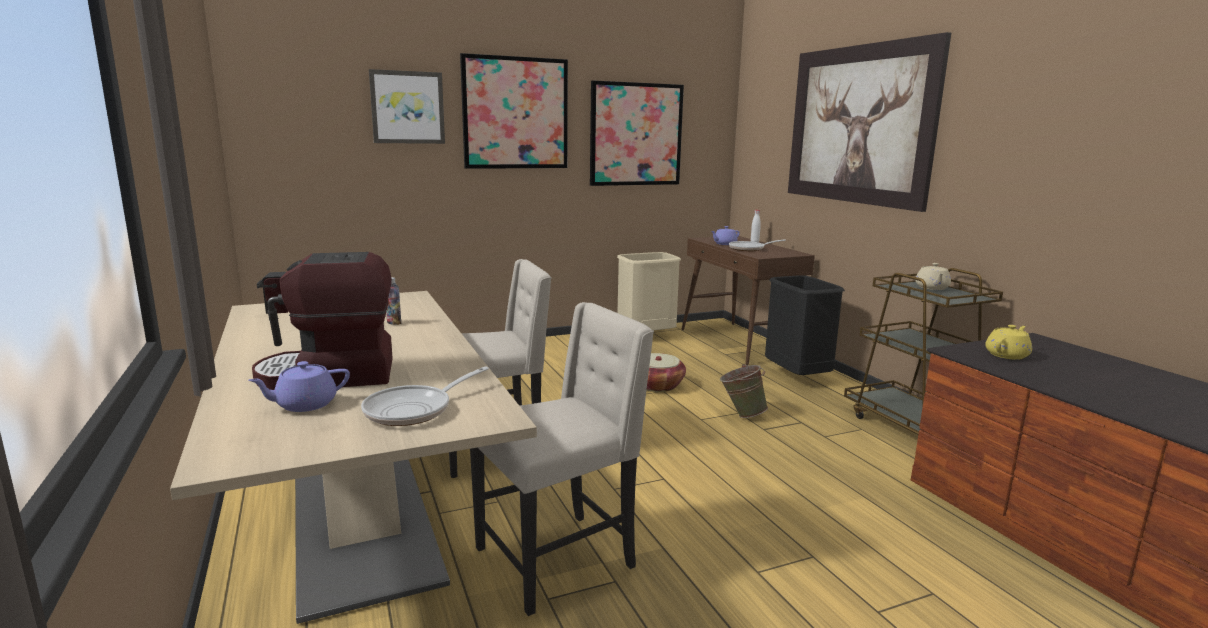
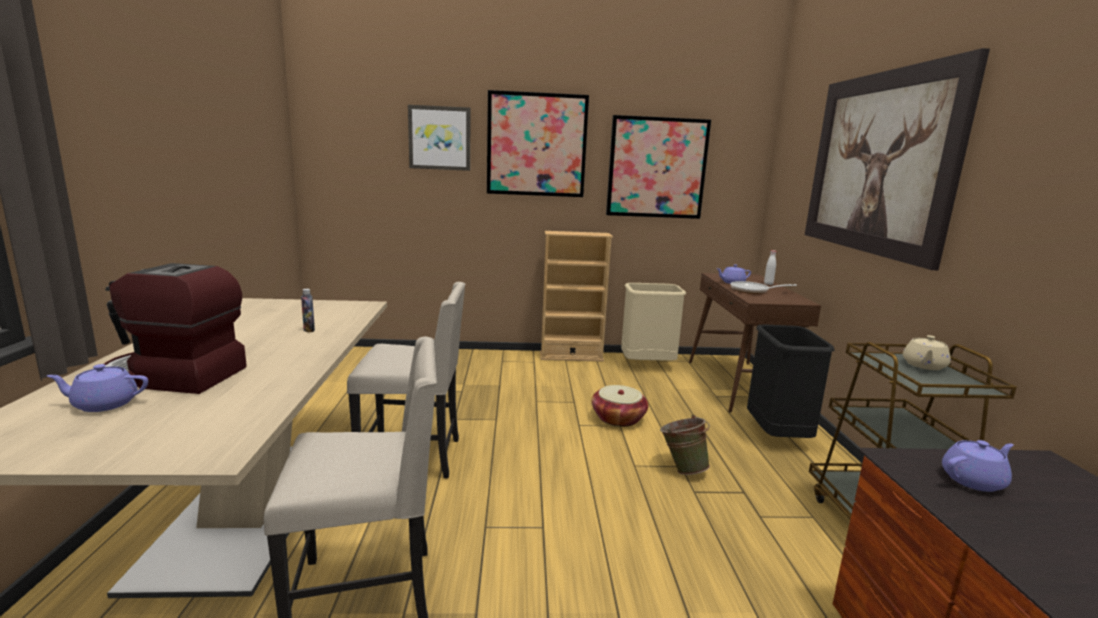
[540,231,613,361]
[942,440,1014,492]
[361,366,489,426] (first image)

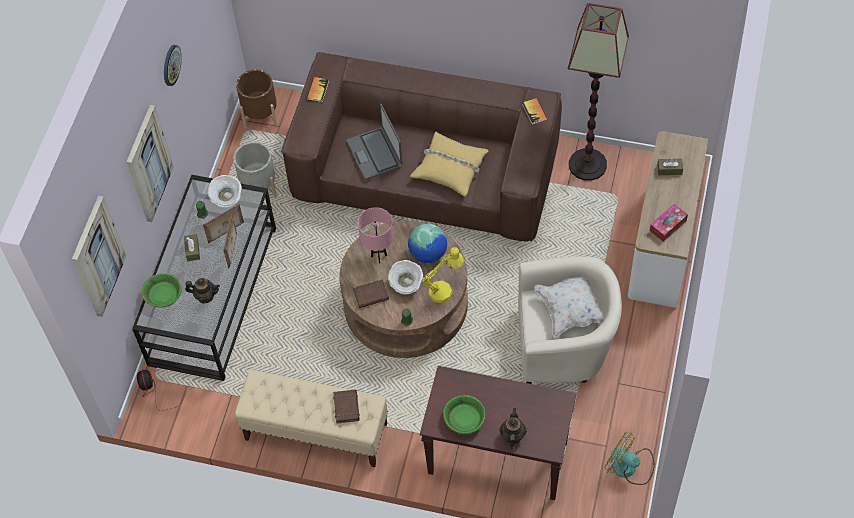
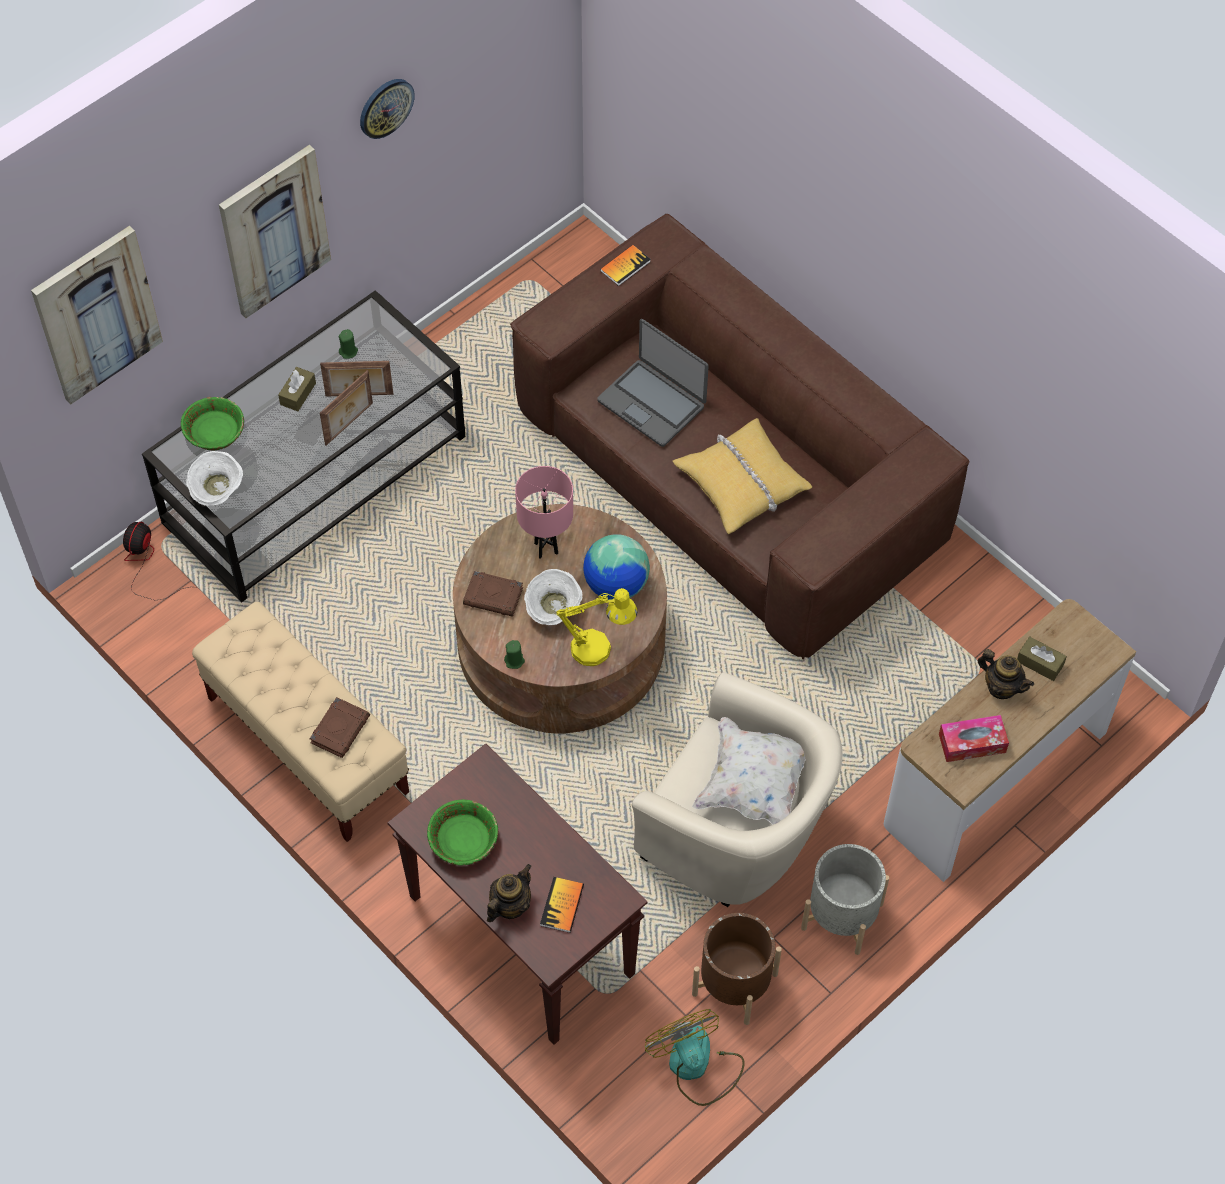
[186,451,243,506]
[540,877,584,933]
[597,319,709,447]
[692,913,782,1025]
[801,844,889,955]
[978,649,1034,699]
[568,3,629,181] (first image)

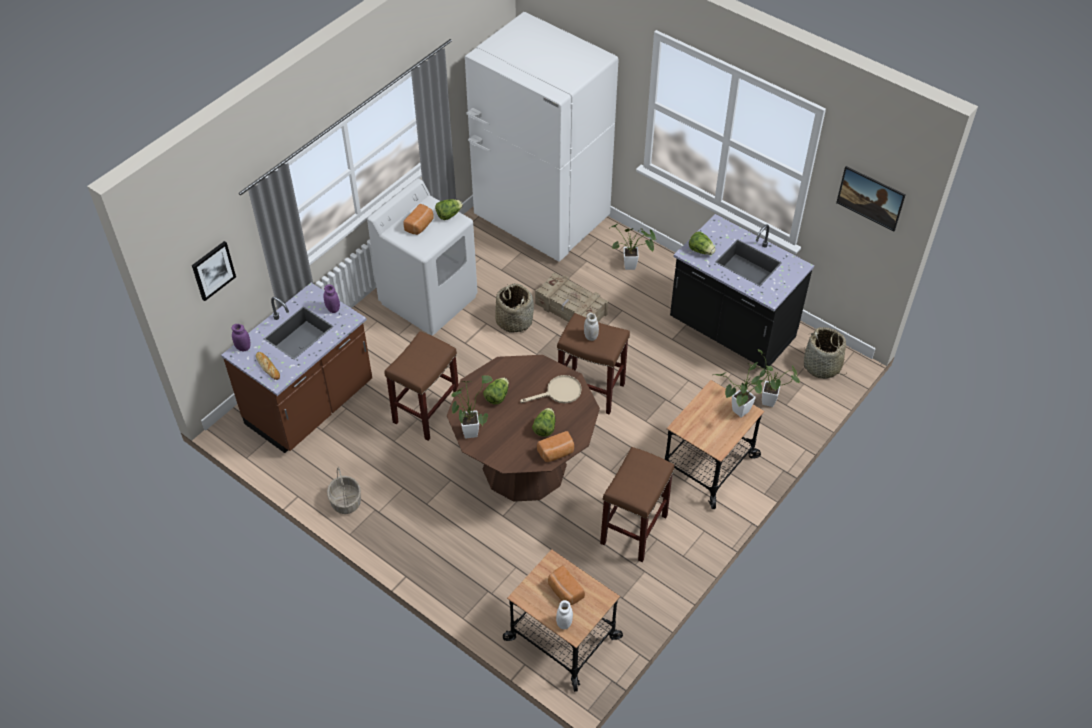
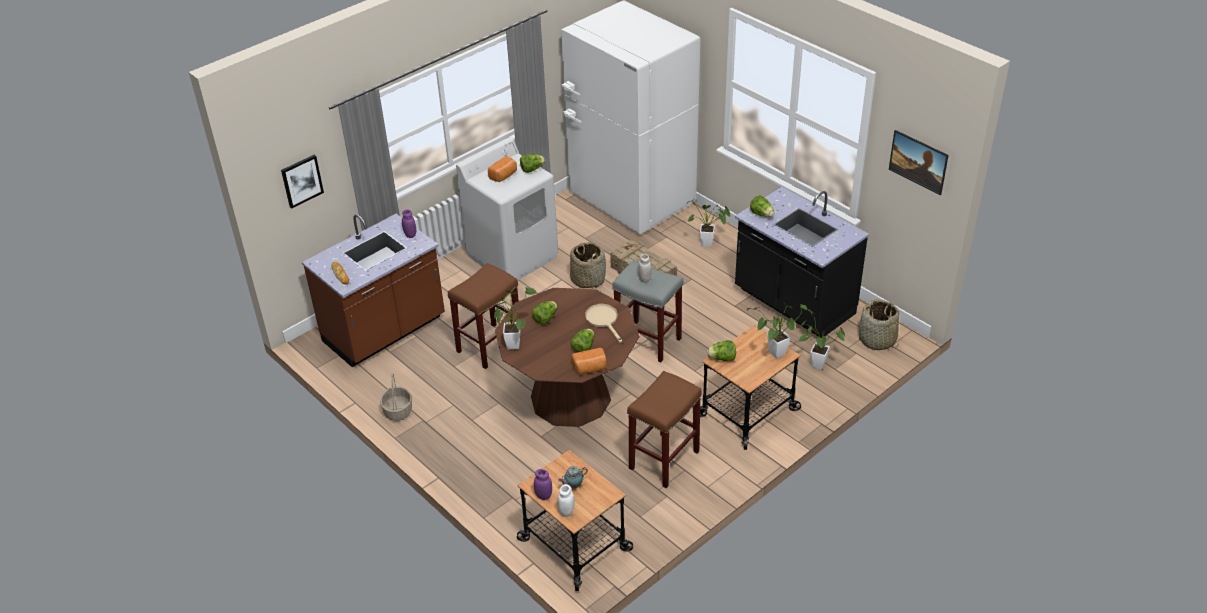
[534,469,552,500]
[558,466,588,489]
[585,304,622,343]
[612,260,683,362]
[707,340,736,361]

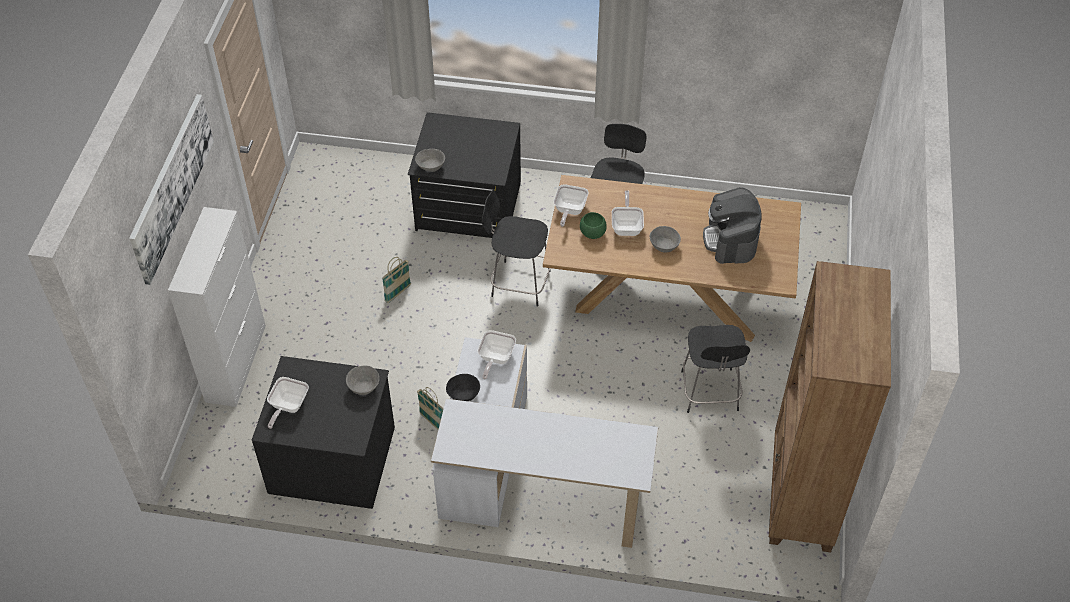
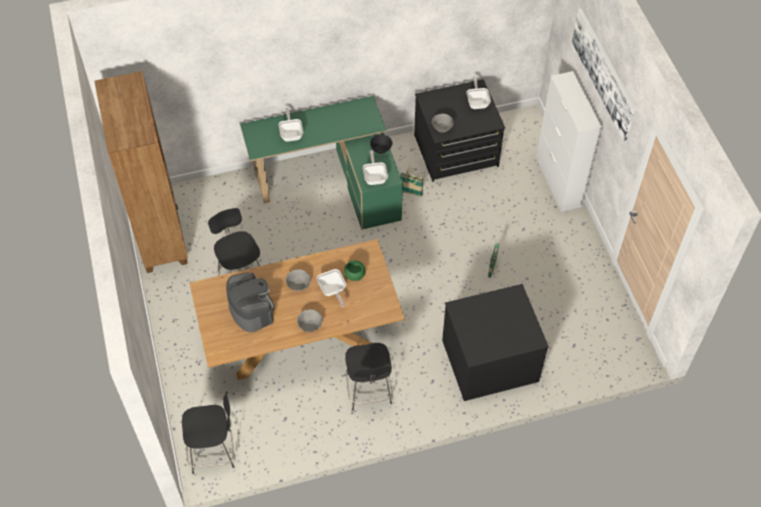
[182,391,234,474]
[240,96,403,230]
[279,108,303,142]
[297,310,323,332]

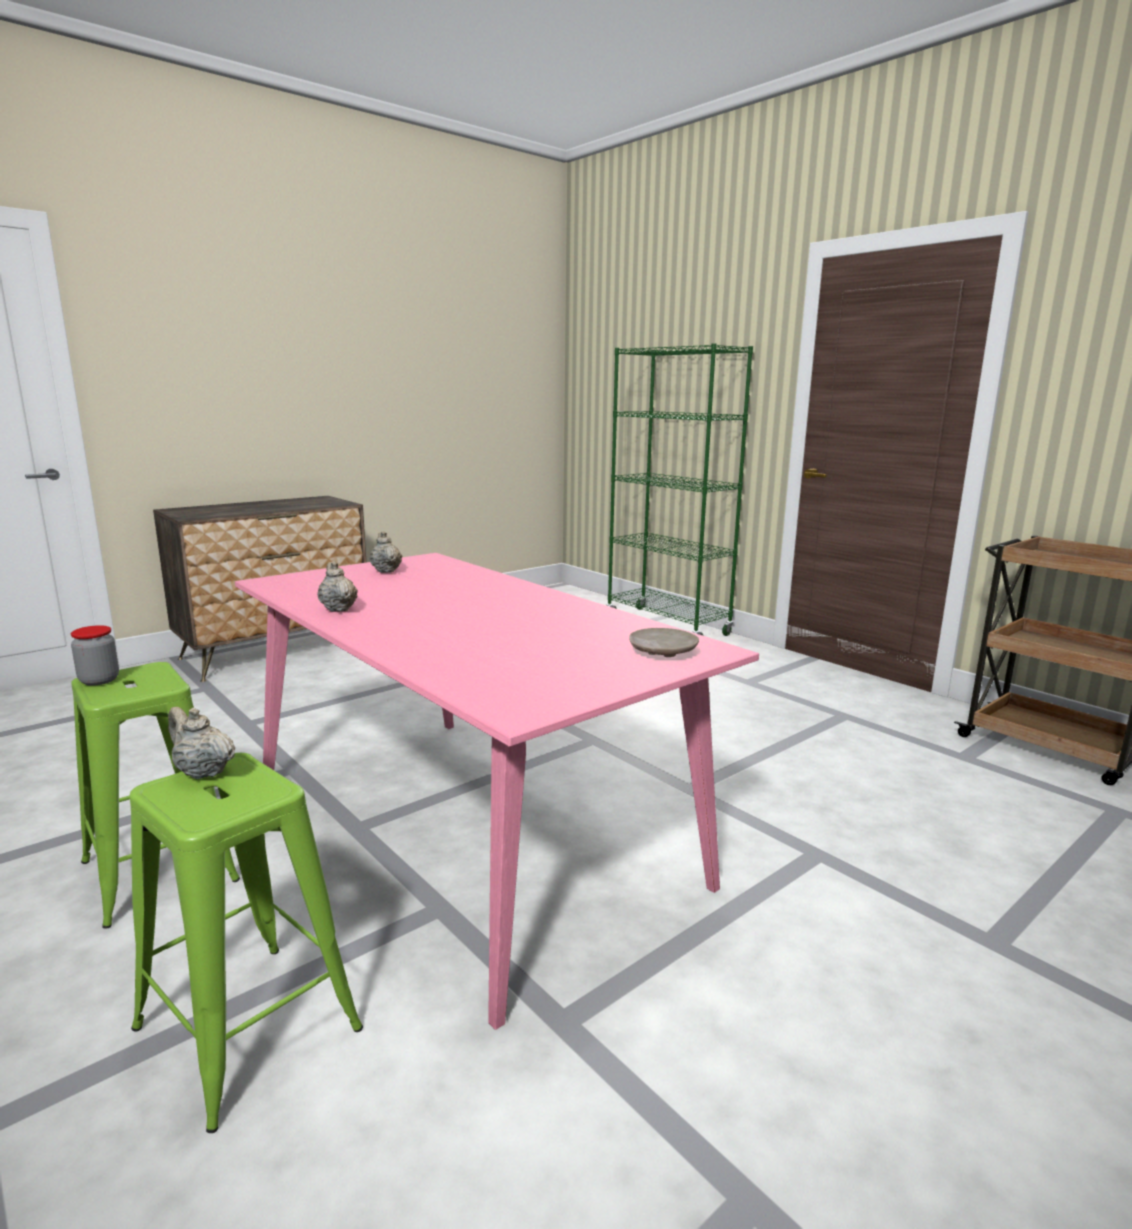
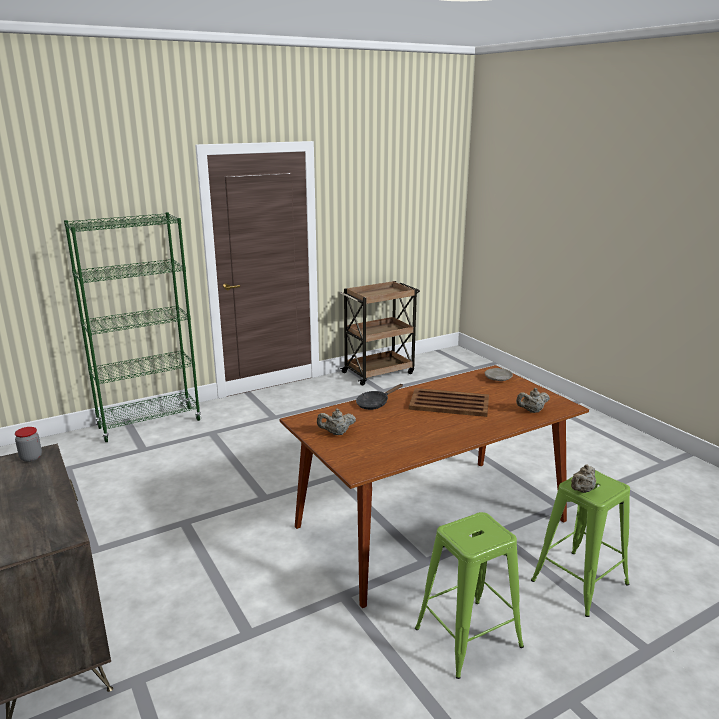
[15,427,42,462]
[280,365,589,608]
[356,384,403,410]
[409,388,489,417]
[516,388,550,413]

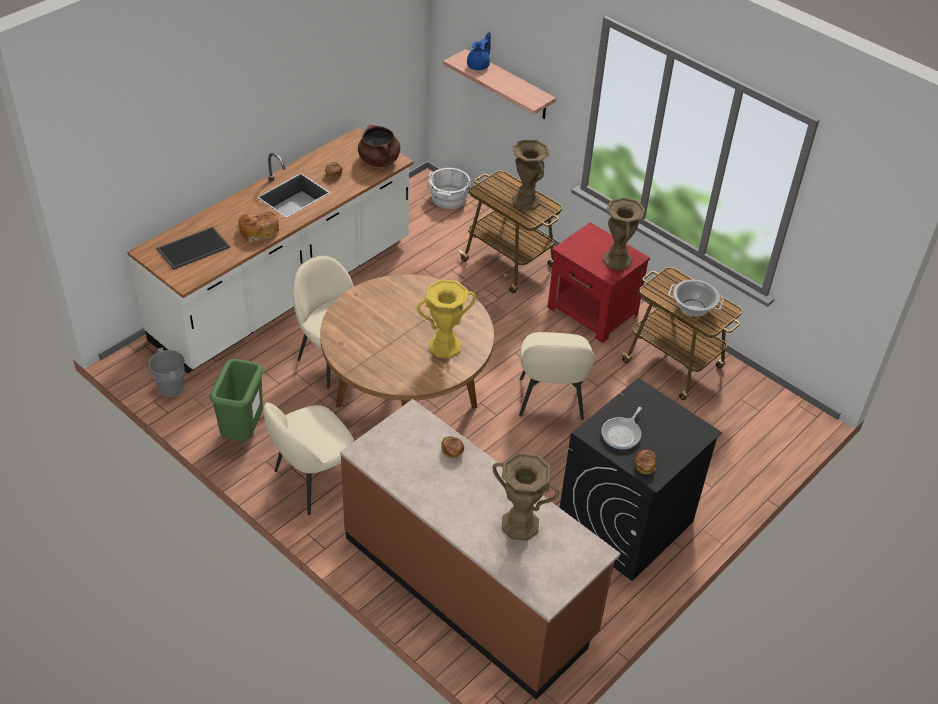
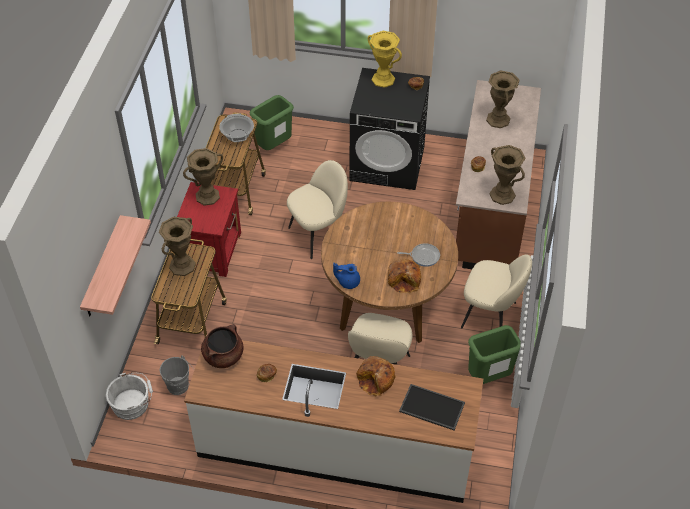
[160,355,194,395]
[250,95,294,150]
[333,263,360,289]
[368,31,402,88]
[388,259,421,293]
[397,243,440,267]
[490,145,526,205]

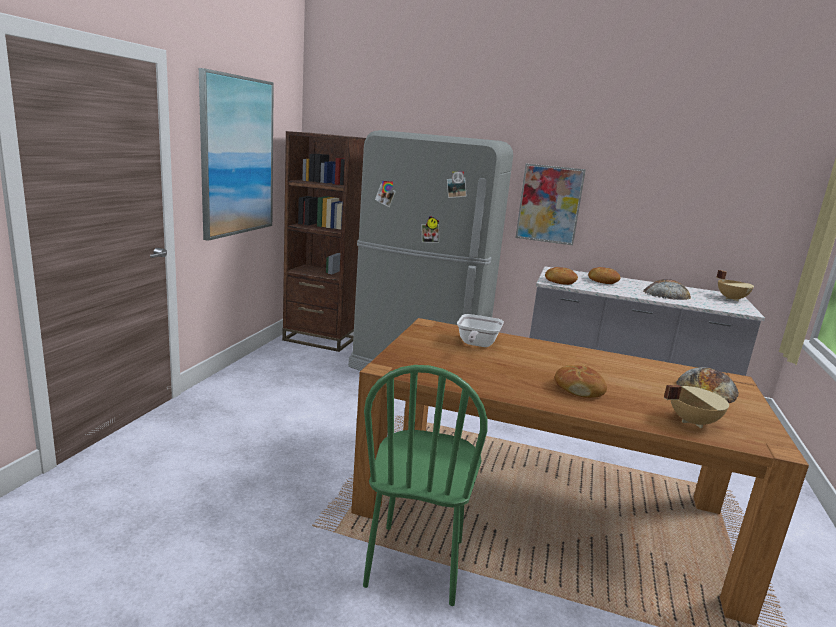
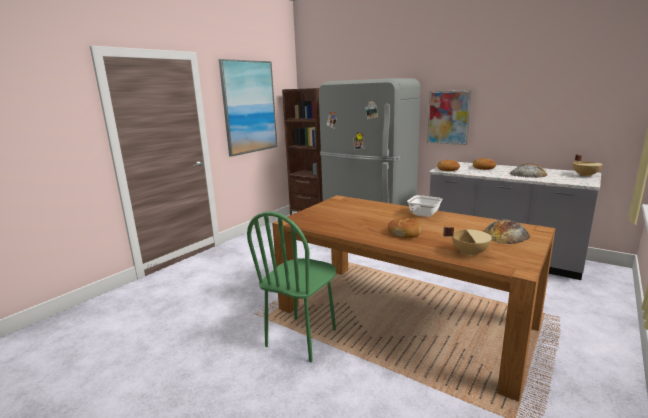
[407,195,443,217]

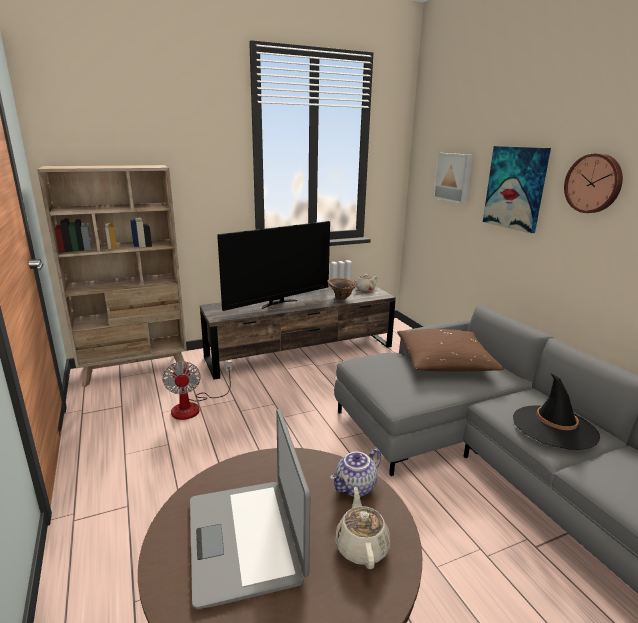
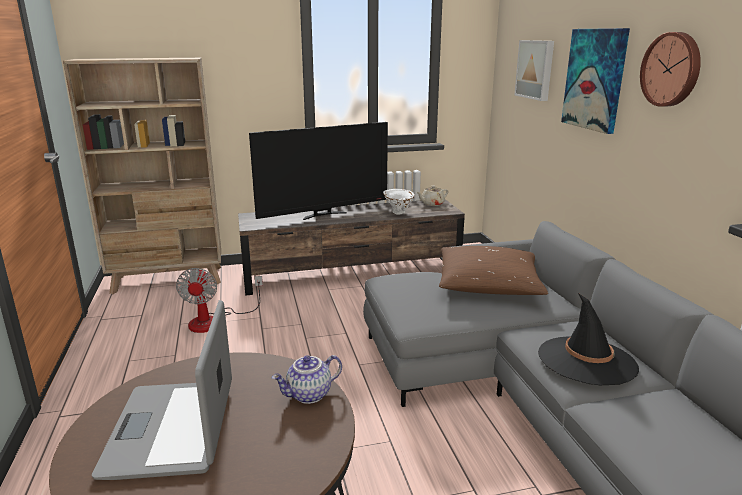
[383,189,415,215]
[335,487,390,569] (first image)

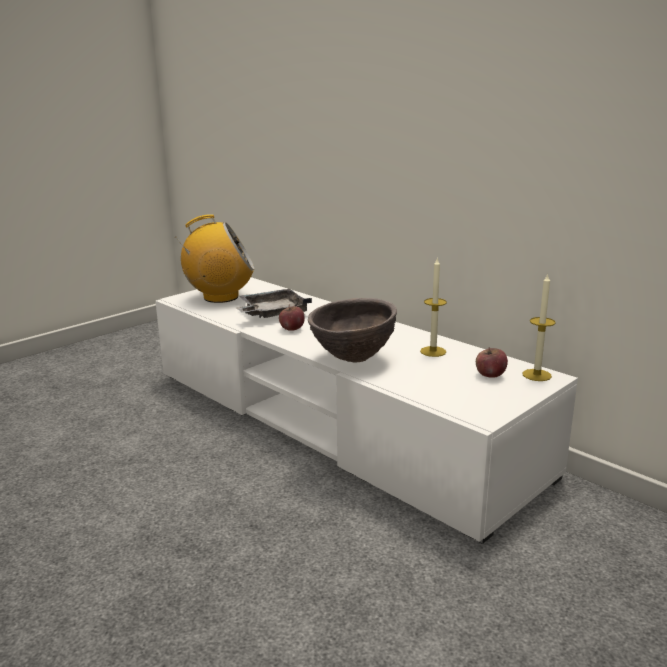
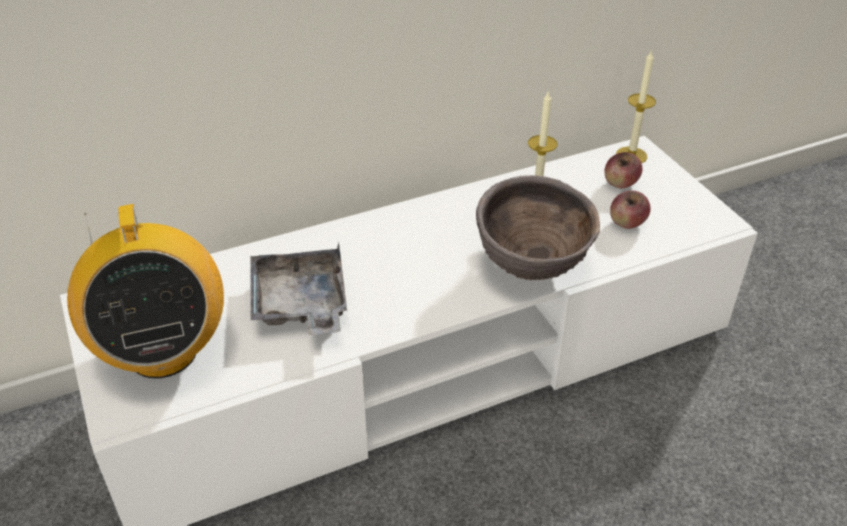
[67,204,224,378]
[610,191,650,229]

